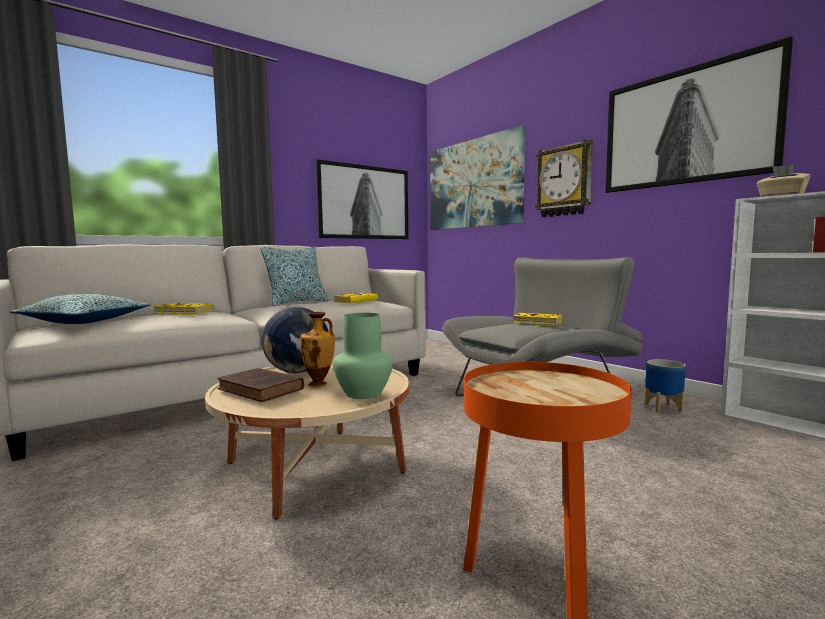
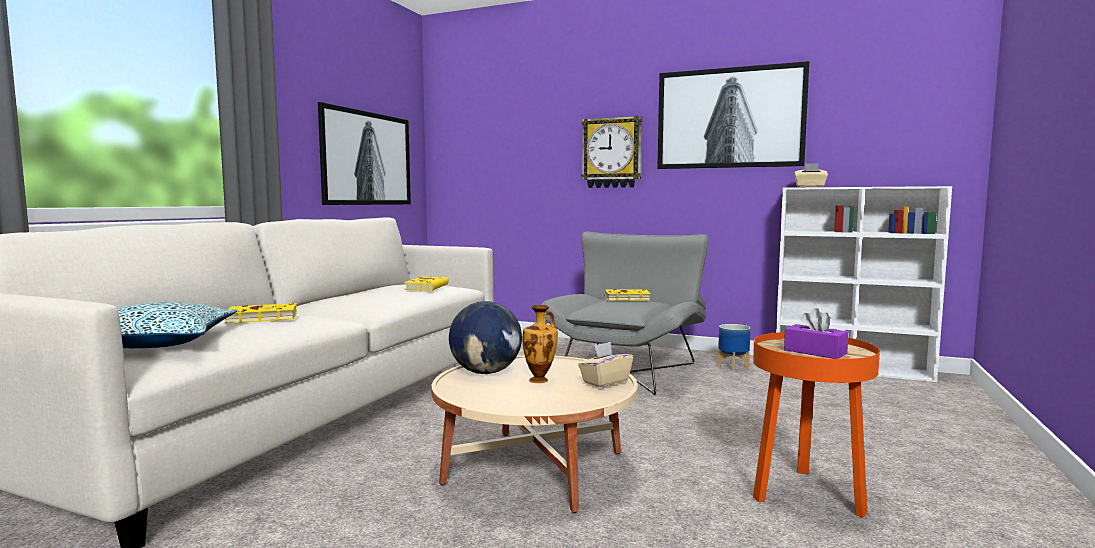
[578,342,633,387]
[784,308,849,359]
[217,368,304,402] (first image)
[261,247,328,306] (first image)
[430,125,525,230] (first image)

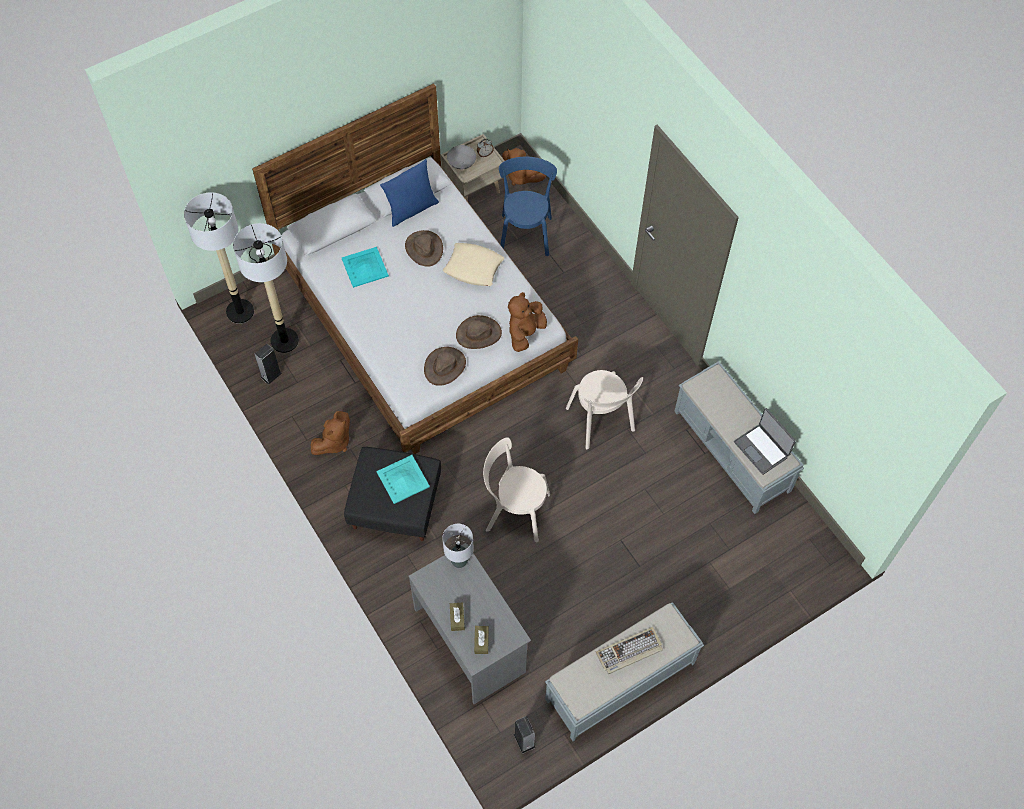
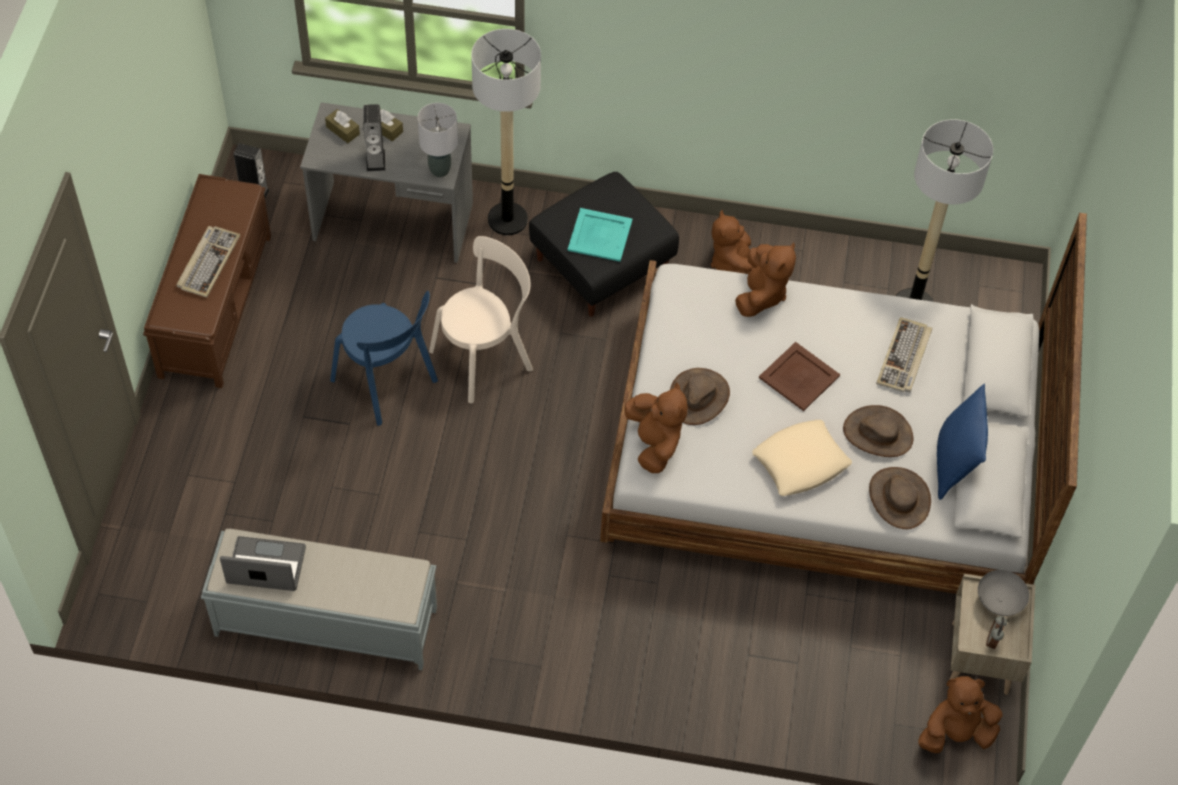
[143,174,271,388]
[330,291,438,426]
[363,104,385,171]
[471,29,541,235]
[735,242,796,317]
[759,342,840,411]
[869,467,931,529]
[876,317,933,392]
[566,370,643,449] (first image)

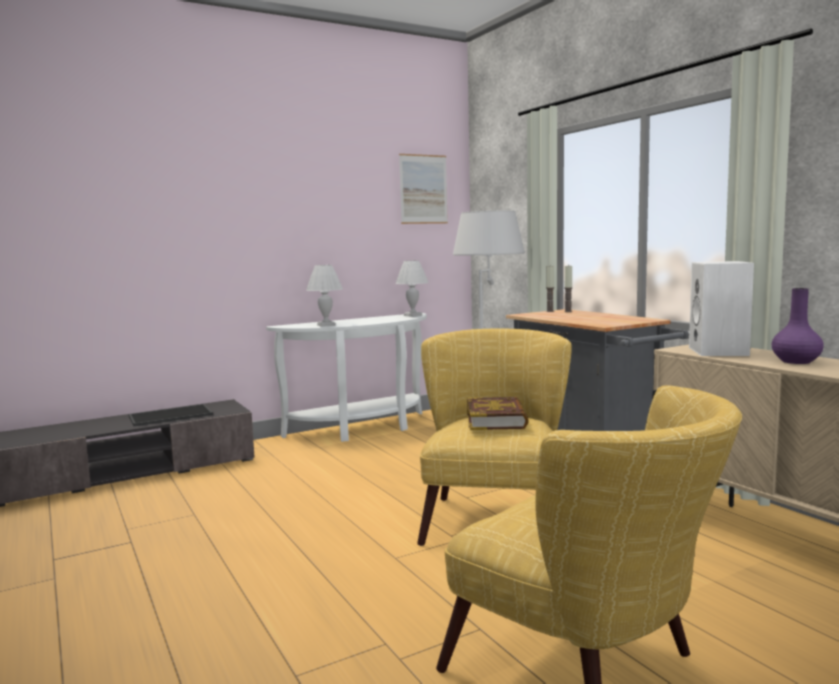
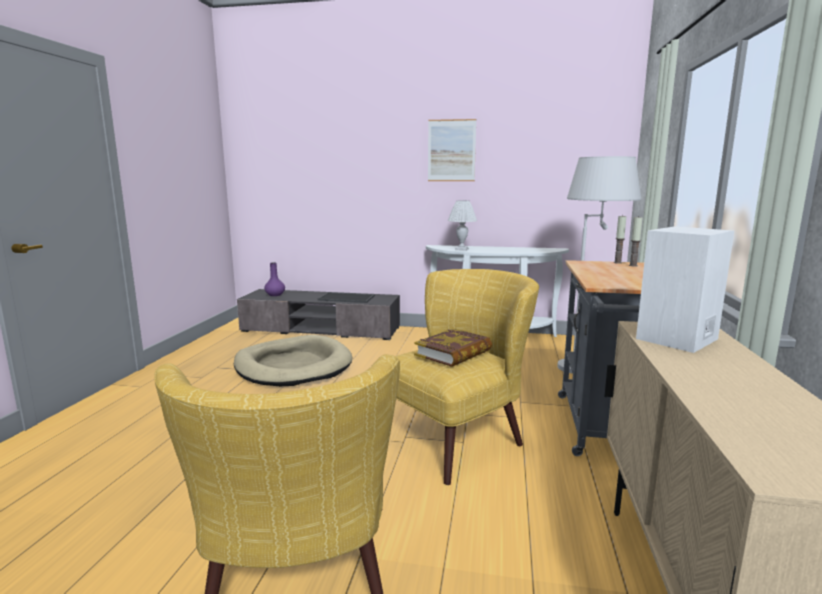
[234,335,352,386]
[264,262,285,296]
[428,119,476,181]
[395,261,429,317] (first image)

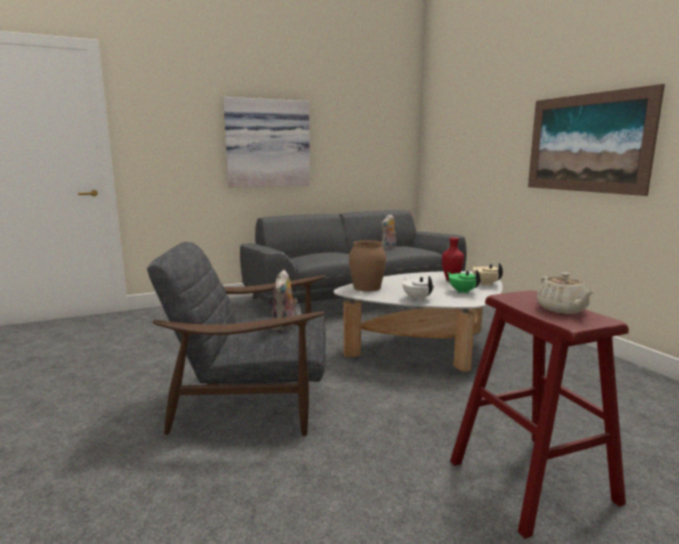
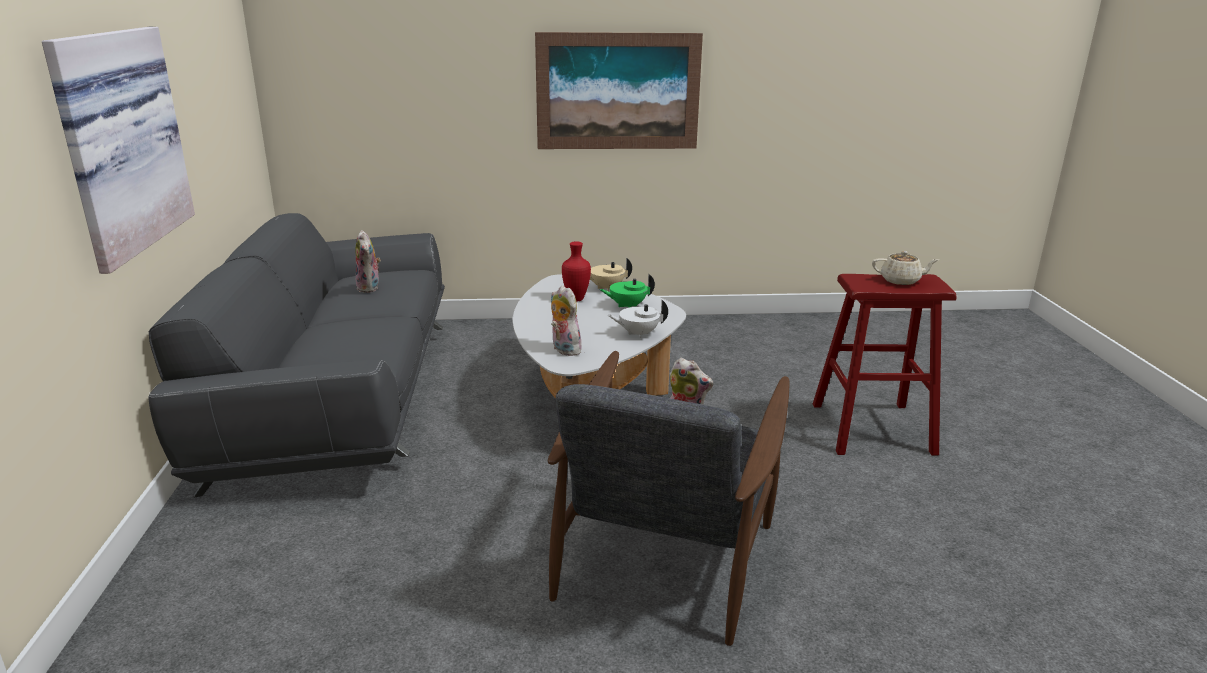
[551,285,582,356]

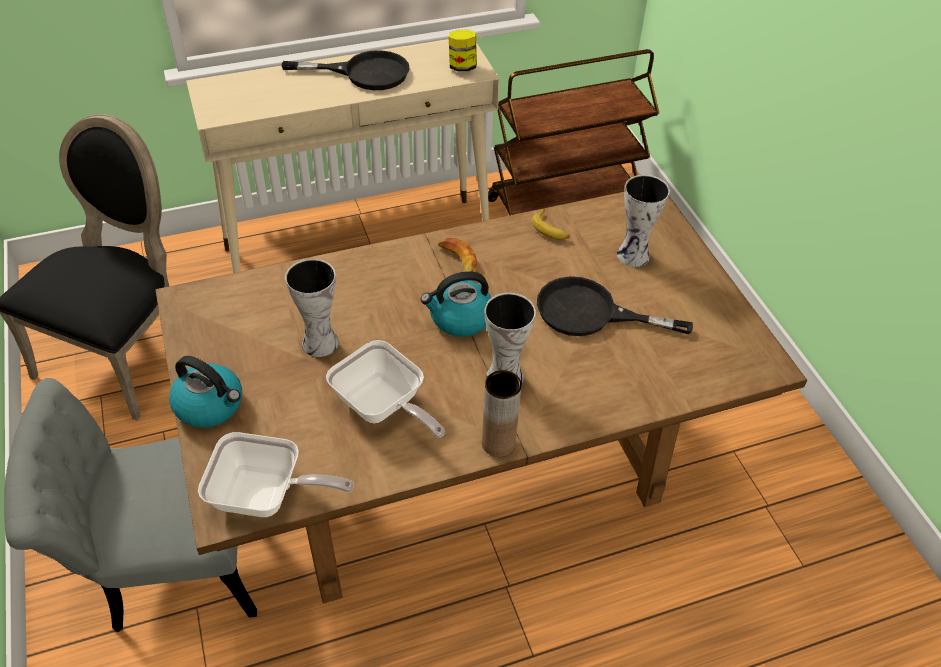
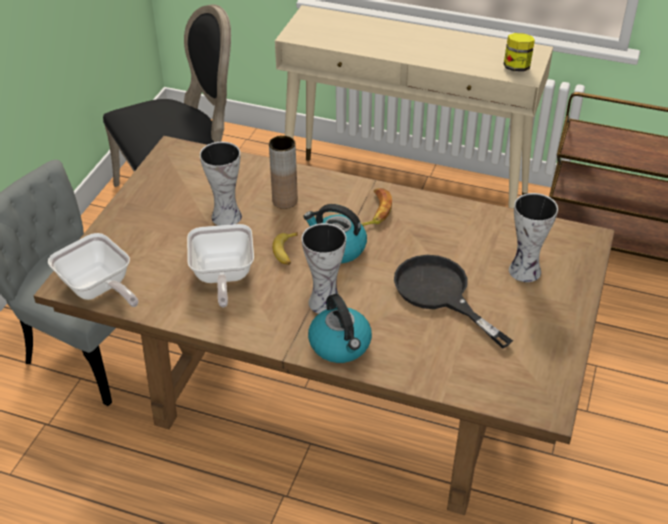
[269,135,298,209]
[272,232,298,265]
[308,294,372,363]
[282,50,409,90] (first image)

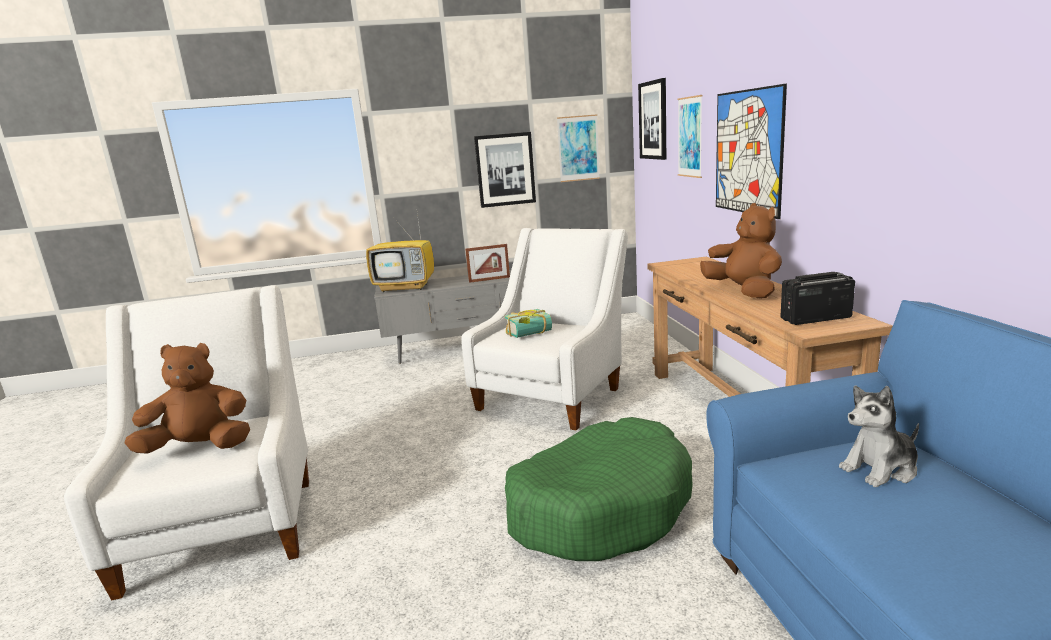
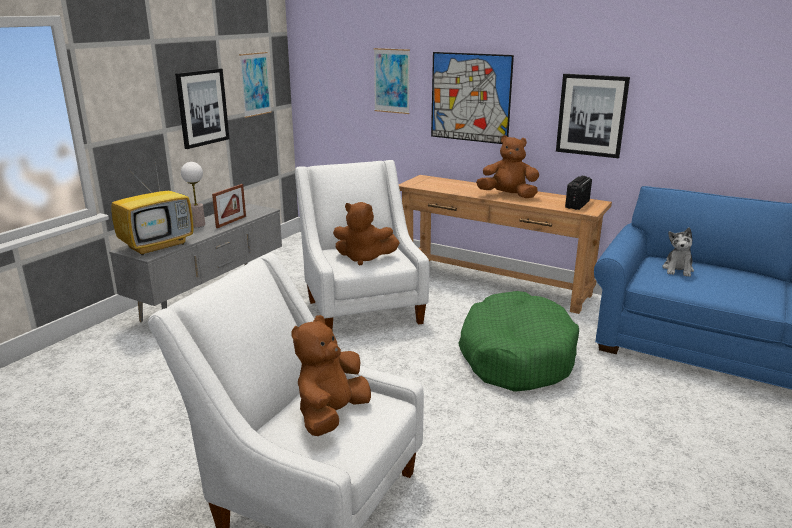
[181,162,205,227]
[333,202,400,265]
[556,74,630,158]

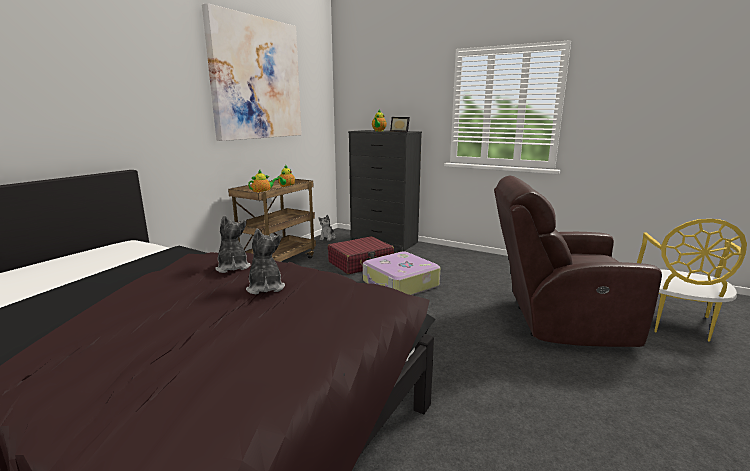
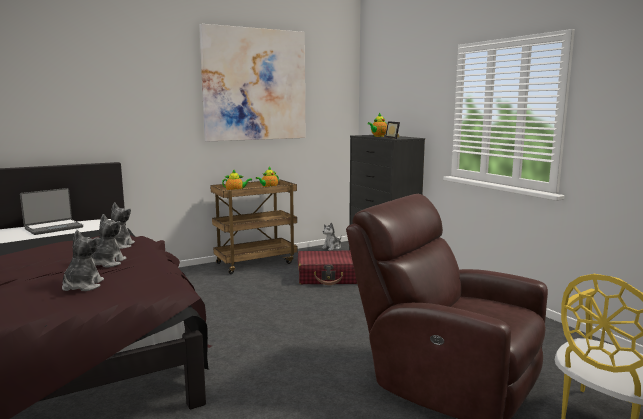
[20,188,83,235]
[62,230,104,291]
[363,252,440,295] (first image)

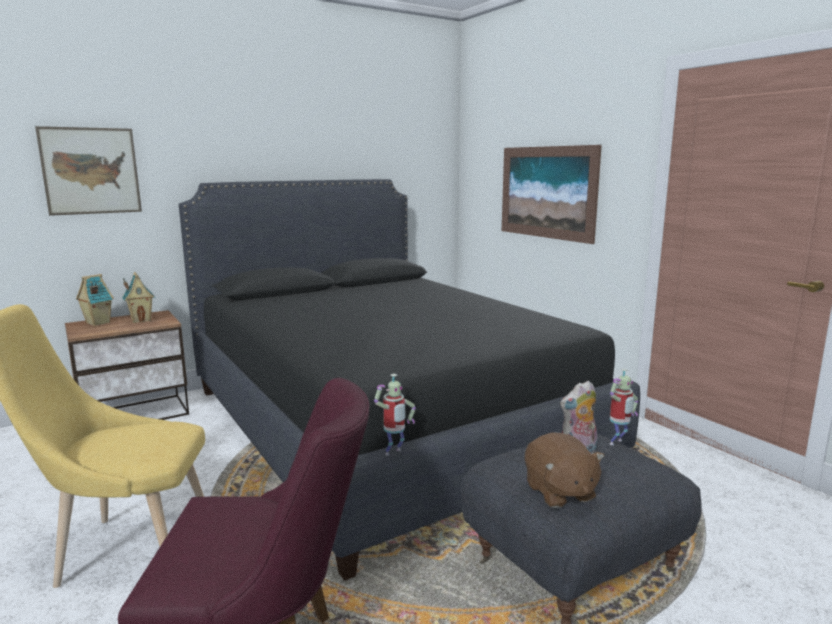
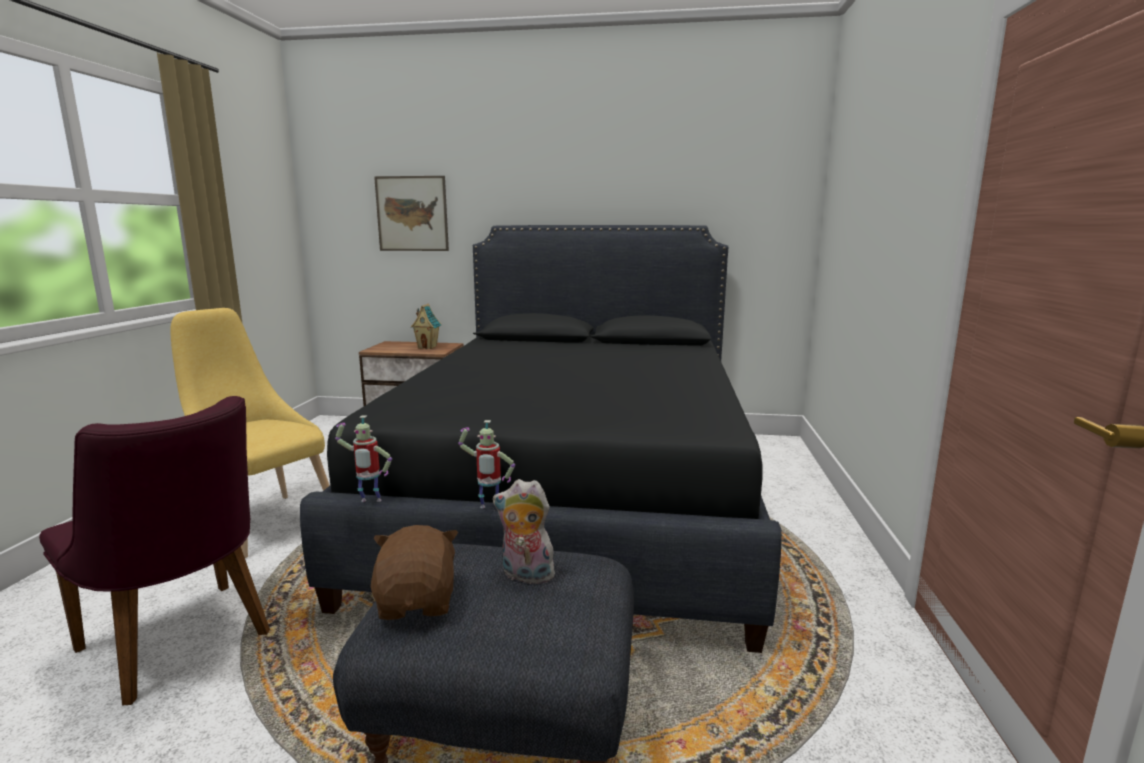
[371,525,458,620]
[458,420,515,508]
[76,274,114,326] (first image)
[502,145,602,244] (first image)

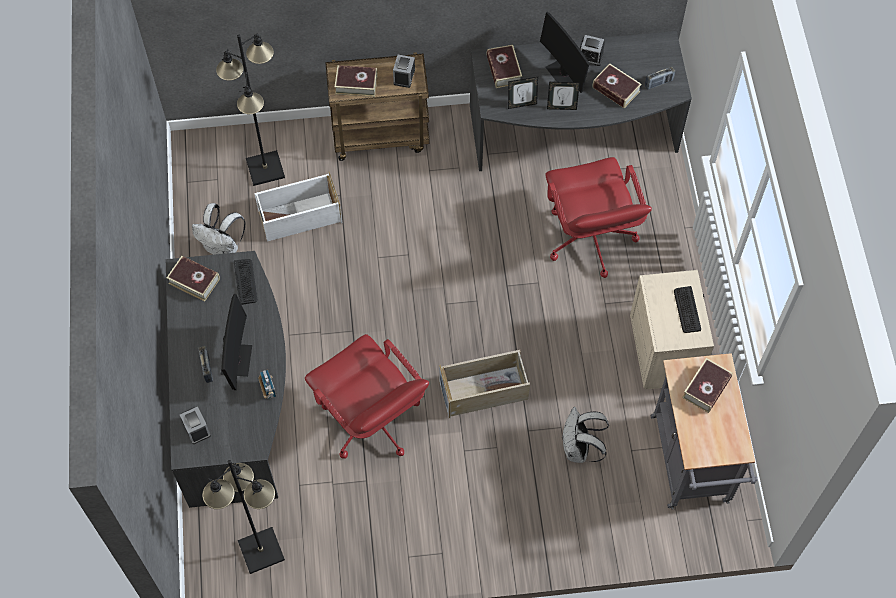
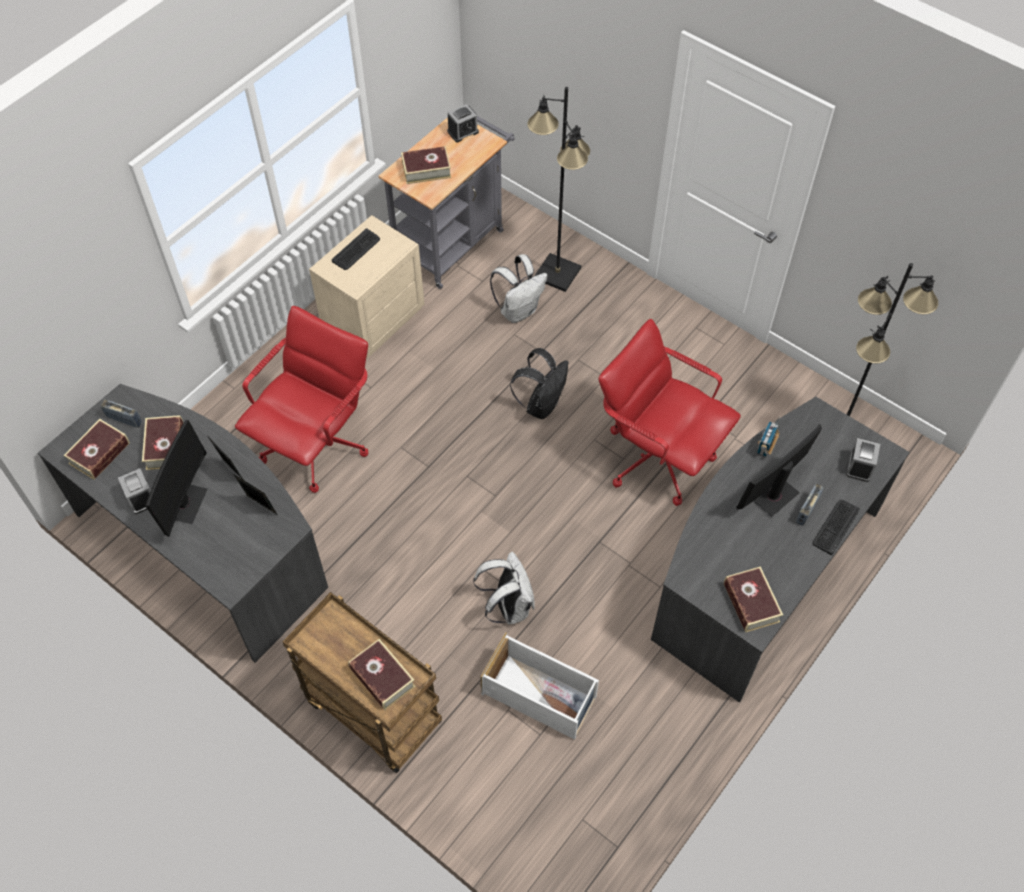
[64,419,130,480]
[447,104,479,143]
[473,551,535,624]
[510,348,569,419]
[527,87,590,292]
[599,319,741,506]
[813,500,860,555]

